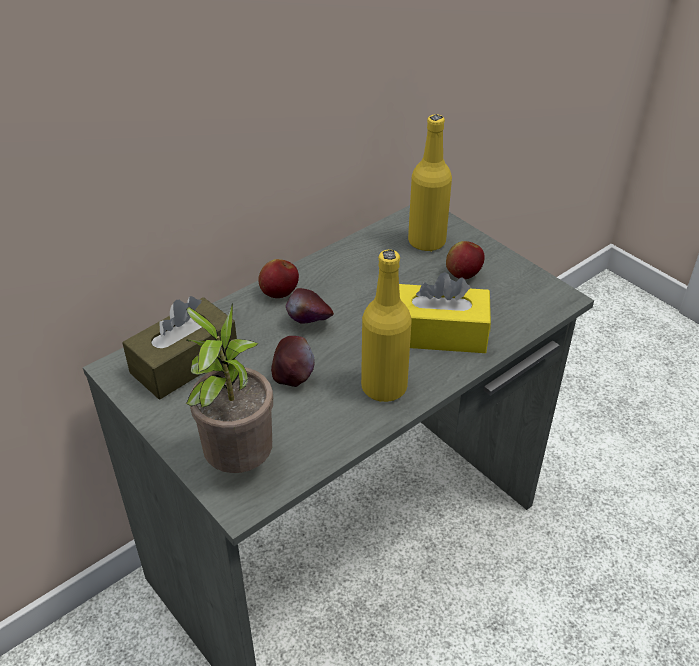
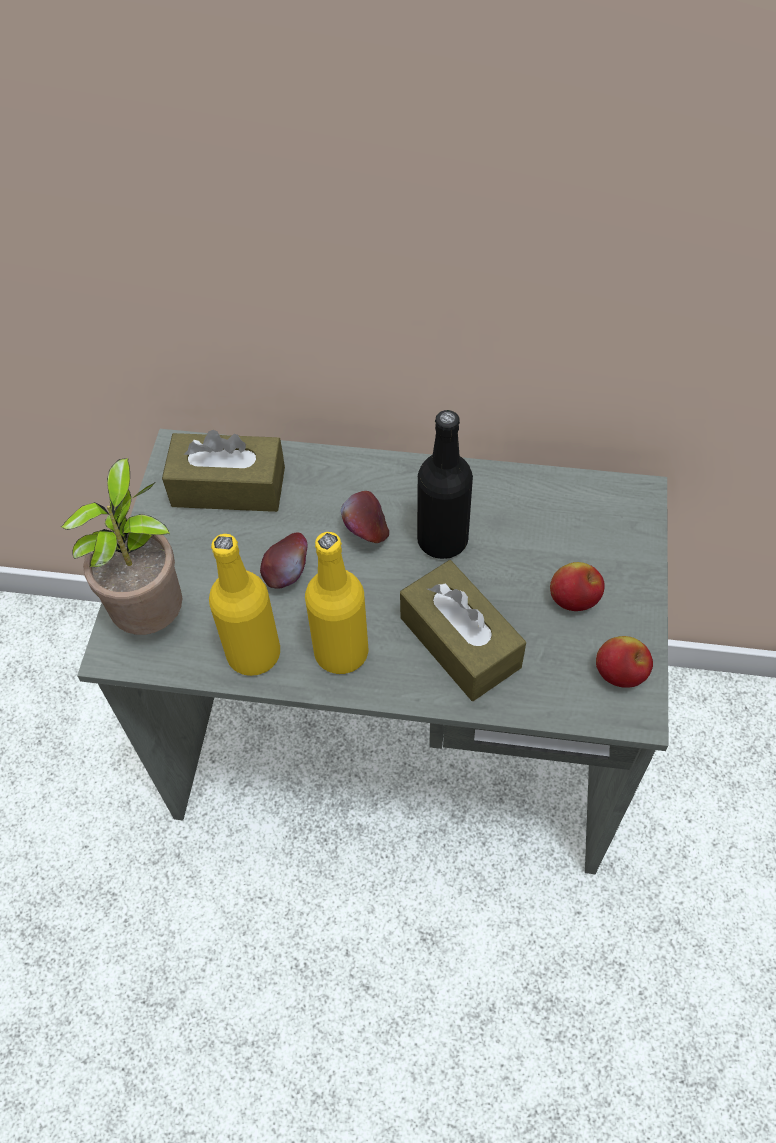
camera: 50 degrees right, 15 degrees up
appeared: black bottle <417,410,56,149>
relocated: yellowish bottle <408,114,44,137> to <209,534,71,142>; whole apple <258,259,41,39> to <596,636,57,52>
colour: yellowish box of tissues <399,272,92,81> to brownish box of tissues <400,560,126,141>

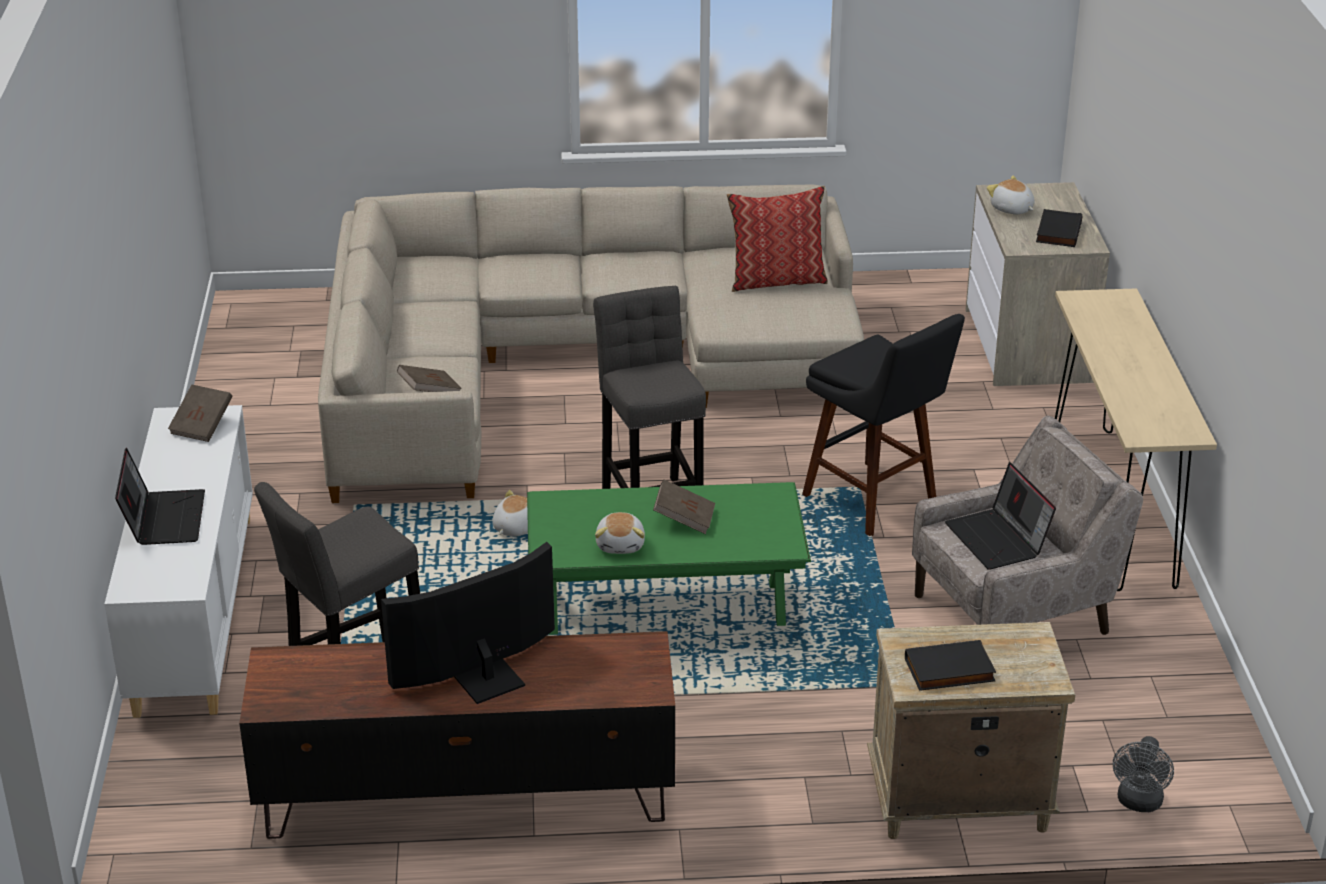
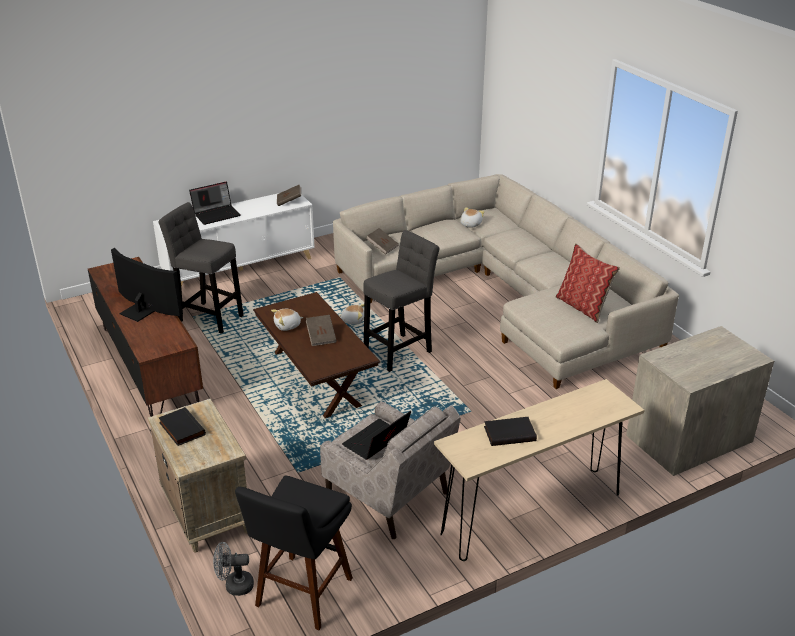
camera: 65 degrees right, 0 degrees up
relocated: black stool <802,314,163,222> to <235,475,118,155>; plush toy <987,175,48,39> to <460,207,24,21>; black volume <1036,209,46,38> to <484,417,53,29>
colour: greenish coffee table <527,482,284,153> to brownish coffee table <253,292,127,126>

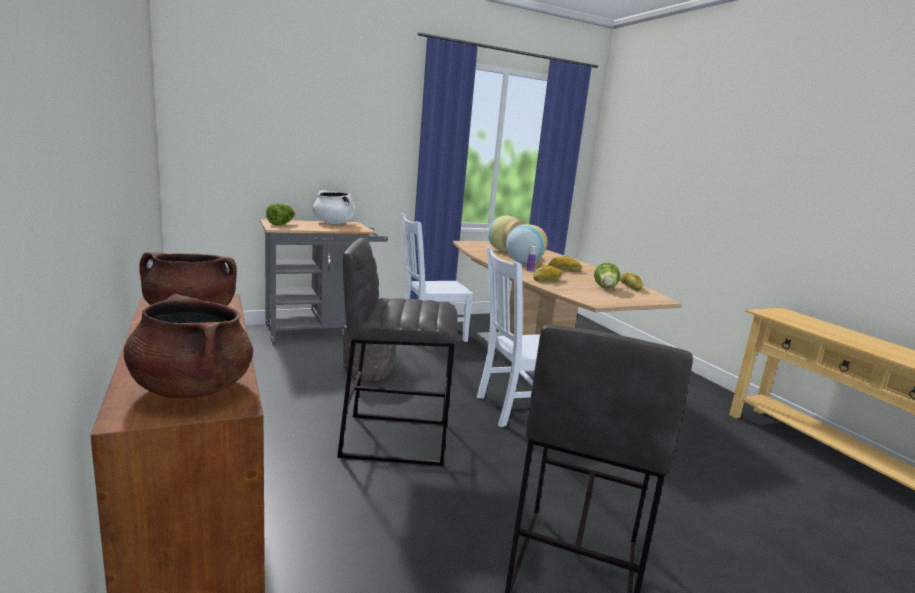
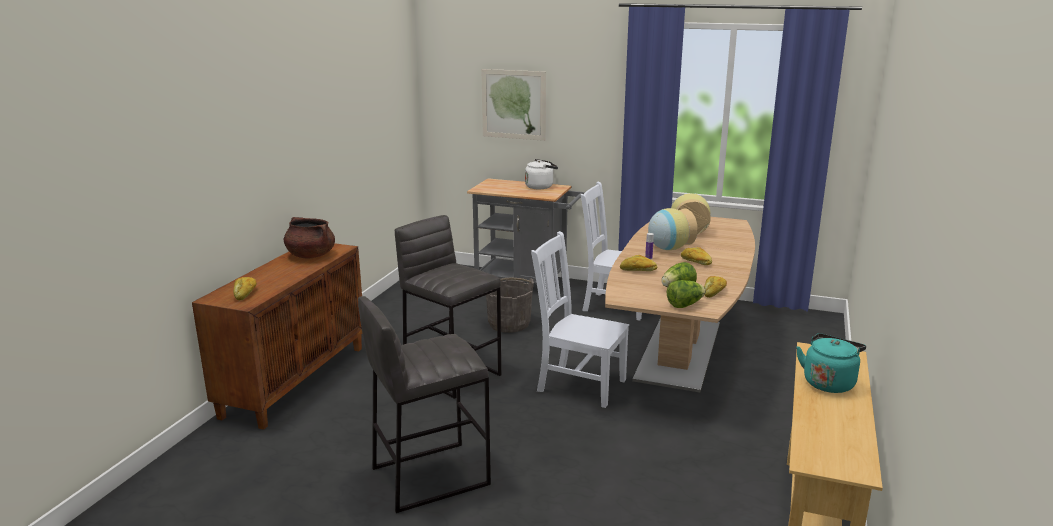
camera: 45 degrees right, 5 degrees up
appeared: wall picture <482,69,64,72>; turquoise water kettle <796,333,70,60>
relocated: head of lettuce <266,203,29,22> to <667,280,39,28>
exchanged: brownish saucepot <124,294,129,104> to baked bread <233,277,24,23>; whitish saucepot <313,190,43,34> to whitish water kettle <525,159,33,30>

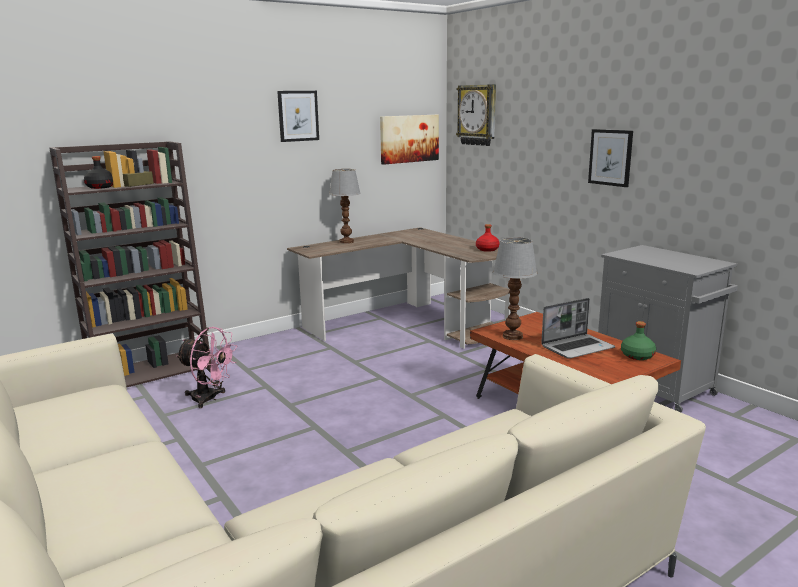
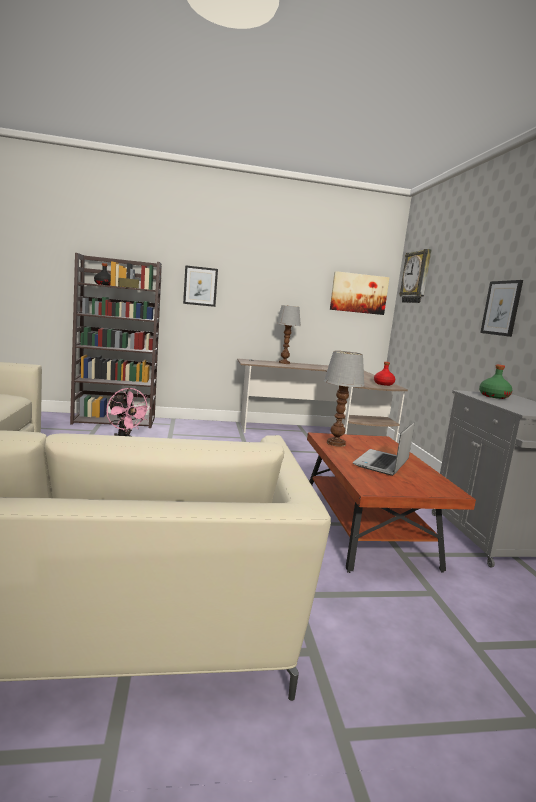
camera: 25 degrees right, 5 degrees down
relocated: wall picture <277,91,42,51> to <183,265,35,42>; greenish bottle <621,321,35,39> to <479,364,34,35>
spun: laptop <541,298,74,61> = <353,422,61,54> 120 degrees clockwise

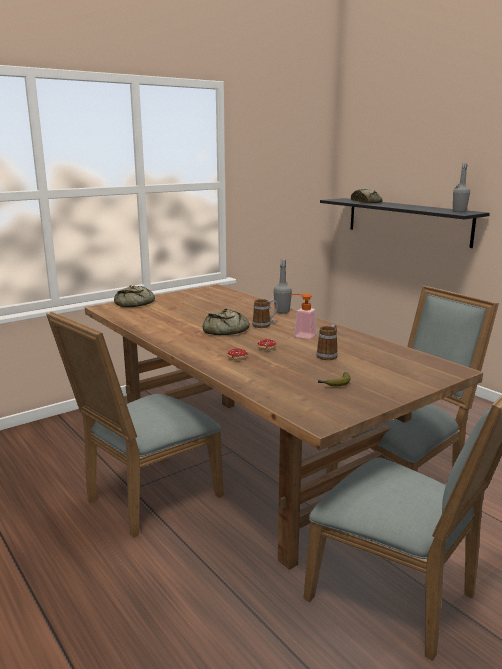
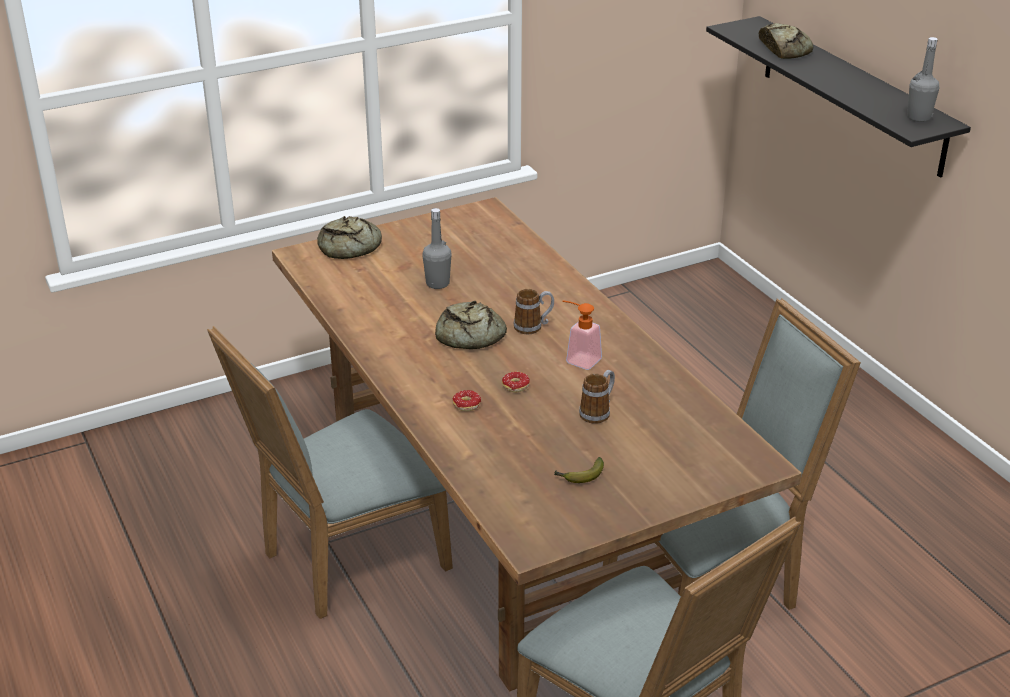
camera: 10 degrees right, 15 degrees up
relocated: grey bottle <274,259,18,55> to <422,208,30,81>

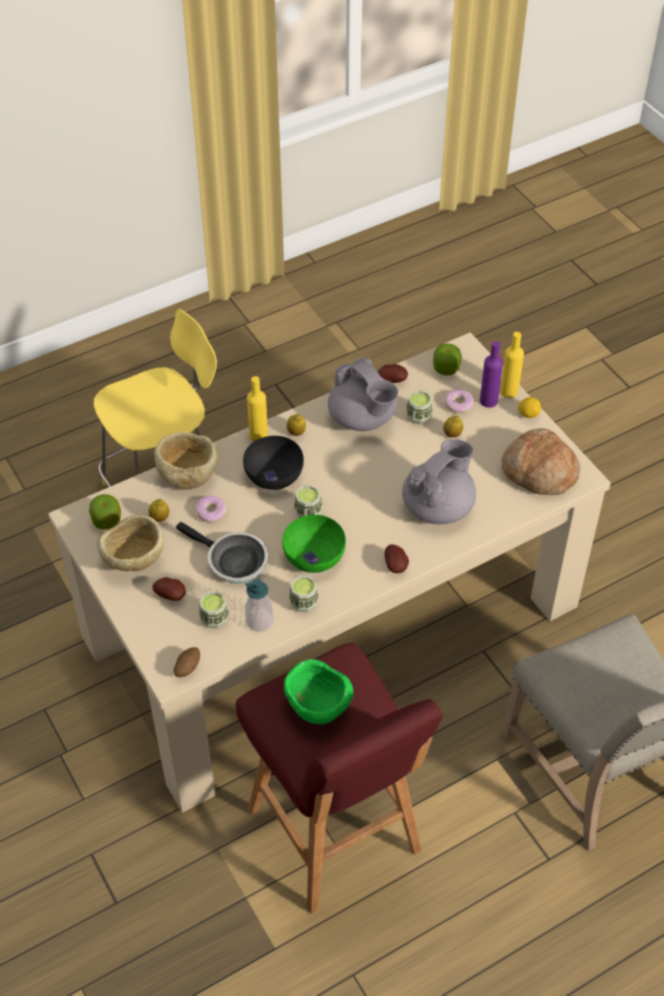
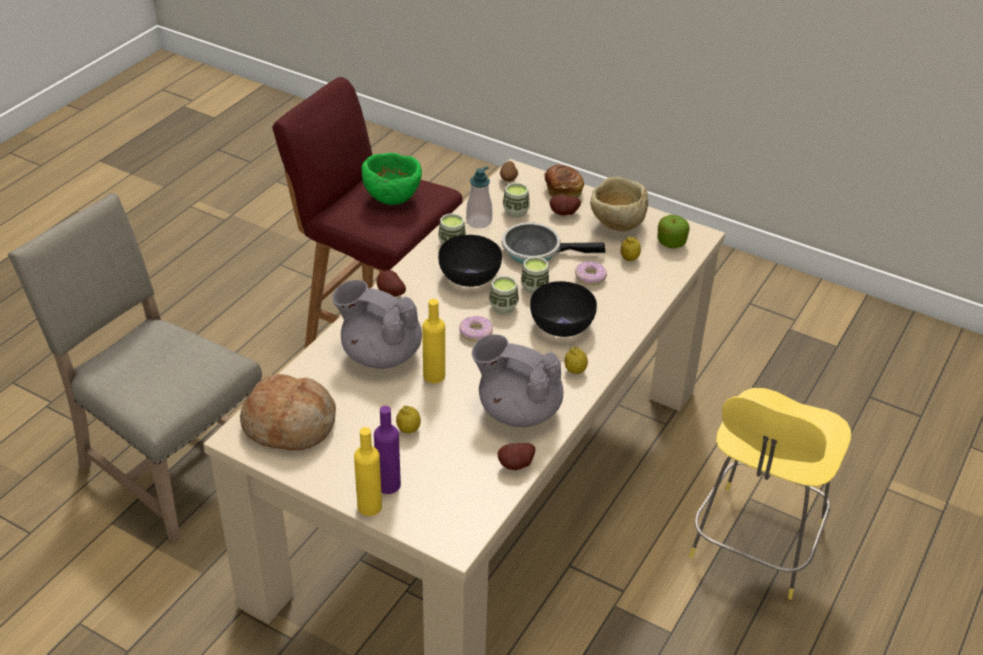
camera: 150 degrees right, 10 degrees down
missing: sand-coloured bowl <154,432,63,58>; whole apple <433,343,29,33>; lemon <518,397,23,21>
appeared: baked bread <545,164,39,34>
relocated: yellowish bottle <247,376,21,66> to <422,299,23,84>; doughnut <444,389,30,24> to <459,316,34,26>; small cup <406,390,26,34> to <521,257,28,37>
colour: greenish bowl <282,515,64,58> to black bowl <438,235,64,52>
spun: grey pot for tea <402,439,74,85> = <332,280,90,89> 105 degrees clockwise

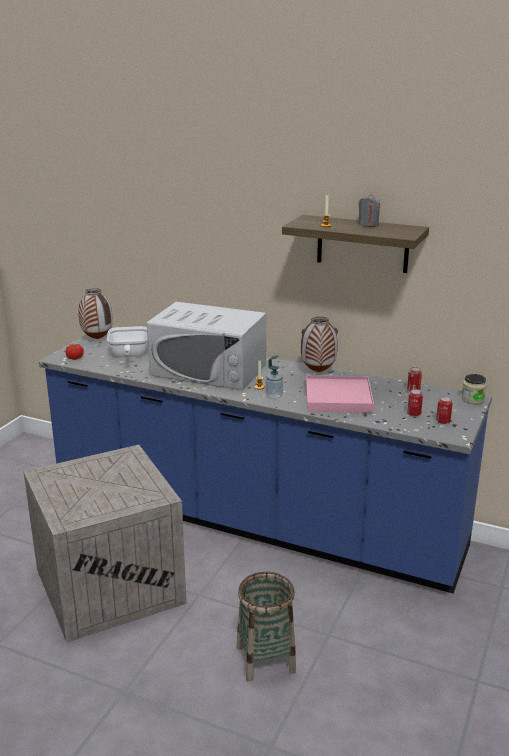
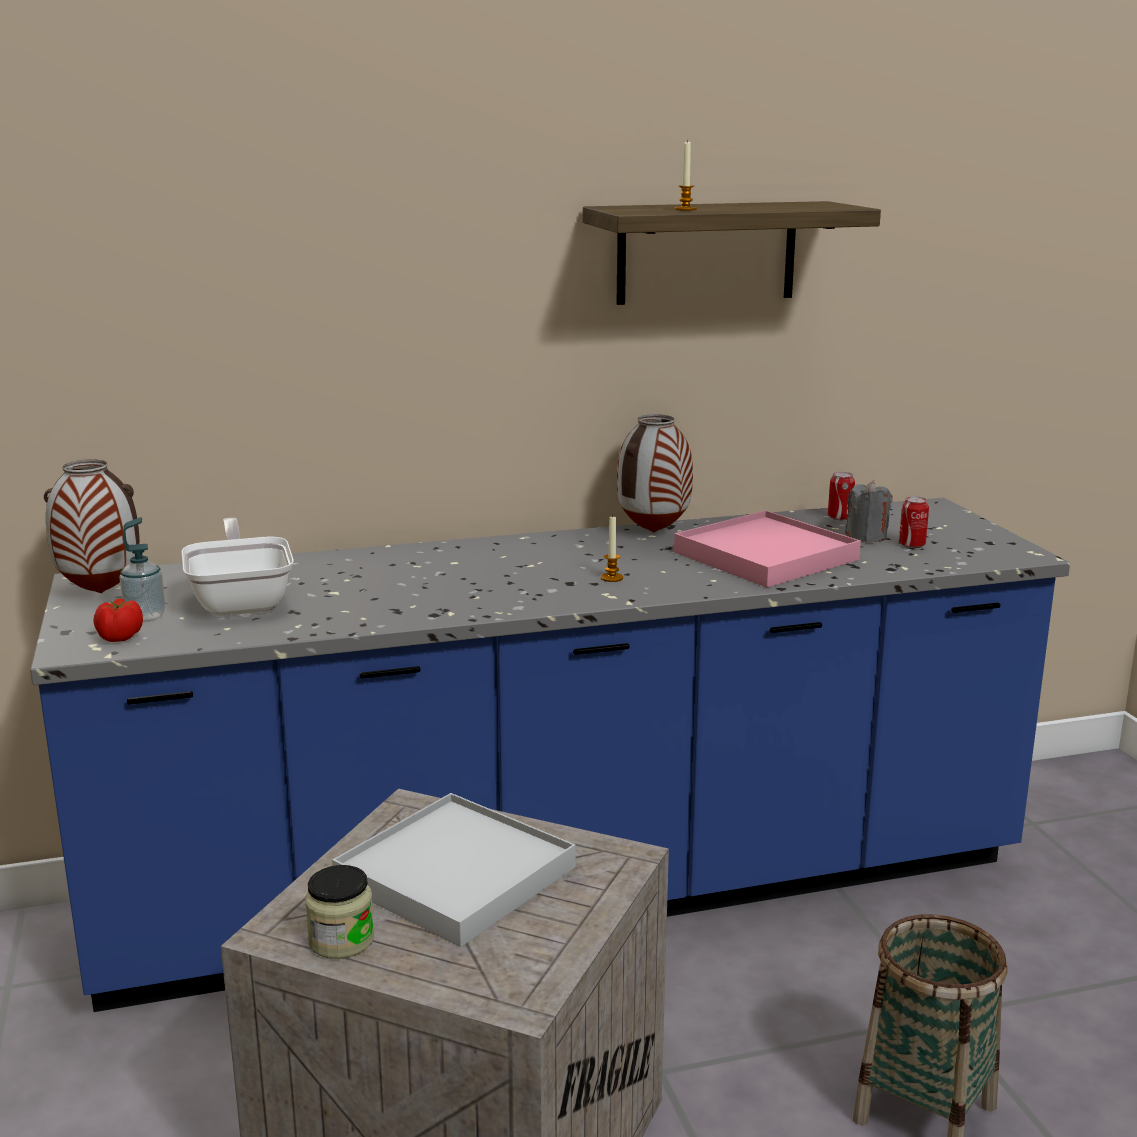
camera: 40 degrees left, 5 degrees down
missing: whitish microwave <147,302,119,88>; sealed can <436,396,16,28>
appeared: whitish serving tray <332,793,243,154>
relocated: soap dispenser <266,356,17,43> to <119,517,47,105>; jar <461,374,26,30> to <305,865,69,94>; grey candle <358,194,23,33> to <845,480,48,62>
spun: skillet <107,326,41,31> = <181,518,113,98> 150 degrees counterclockwise

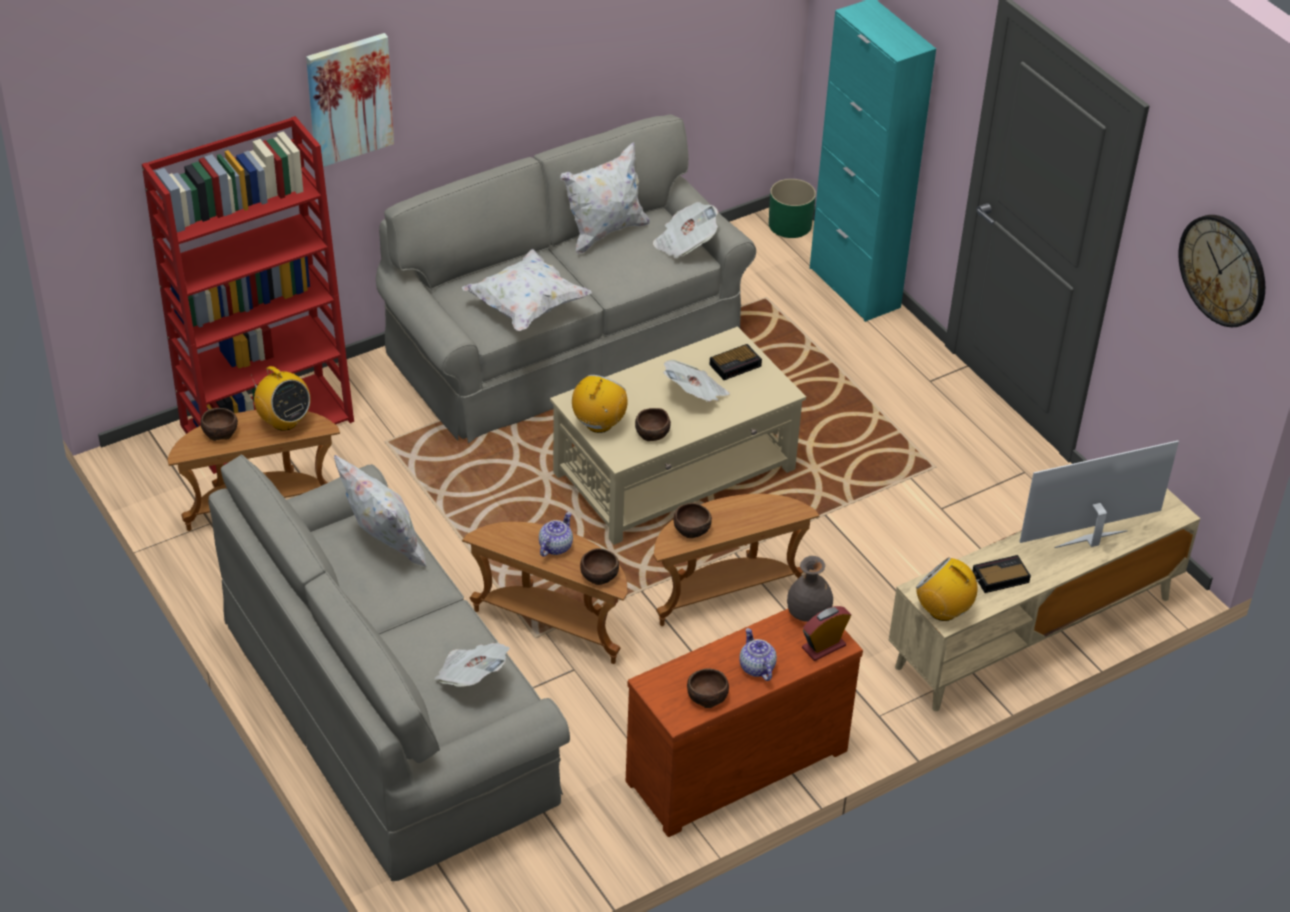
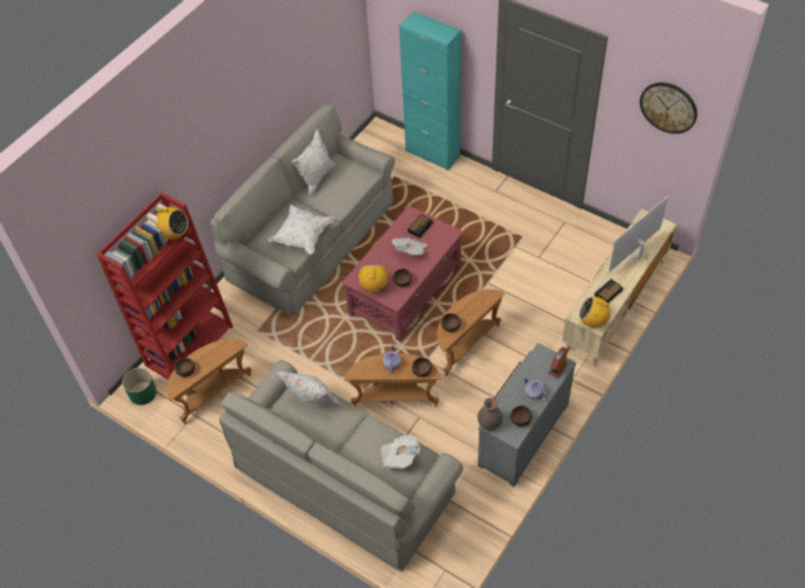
camera: 20 degrees left, 10 degrees up
missing: wall picture <306,33,88,134>; newspaper <653,202,66,57>
relocated: greenish plant pot <769,179,47,59> to <122,368,35,37>; radio receiver <250,366,61,65> to <155,207,33,33>; grey decorative vase <787,556,46,66> to <478,398,25,33>
colour: sand-coloured coffee table <550,326,256,219> to red coffee table <342,205,121,137>; brownish chest of drawers <626,609,237,228> to grey chest of drawers <478,343,98,144>

